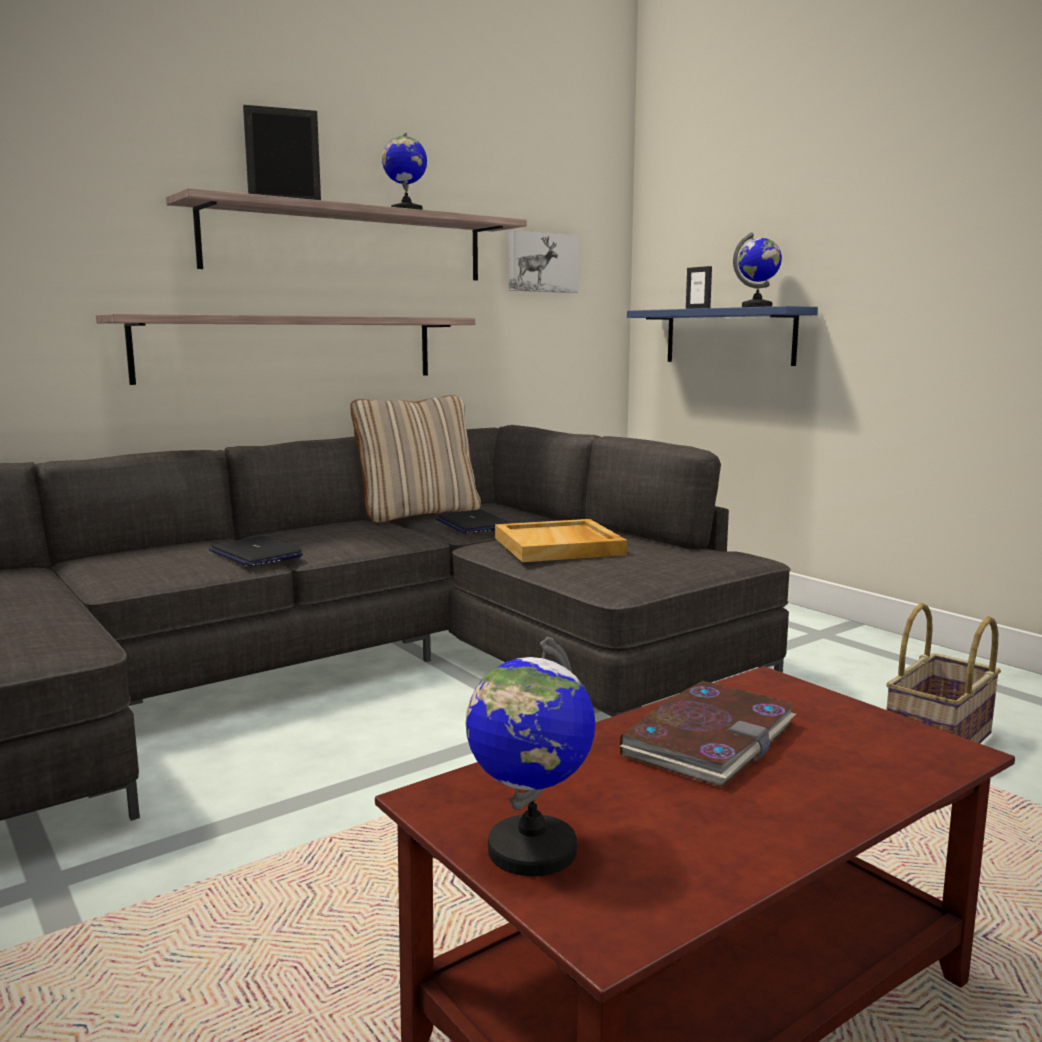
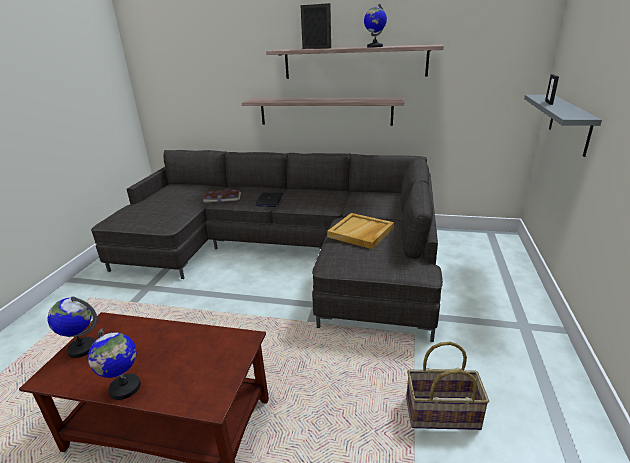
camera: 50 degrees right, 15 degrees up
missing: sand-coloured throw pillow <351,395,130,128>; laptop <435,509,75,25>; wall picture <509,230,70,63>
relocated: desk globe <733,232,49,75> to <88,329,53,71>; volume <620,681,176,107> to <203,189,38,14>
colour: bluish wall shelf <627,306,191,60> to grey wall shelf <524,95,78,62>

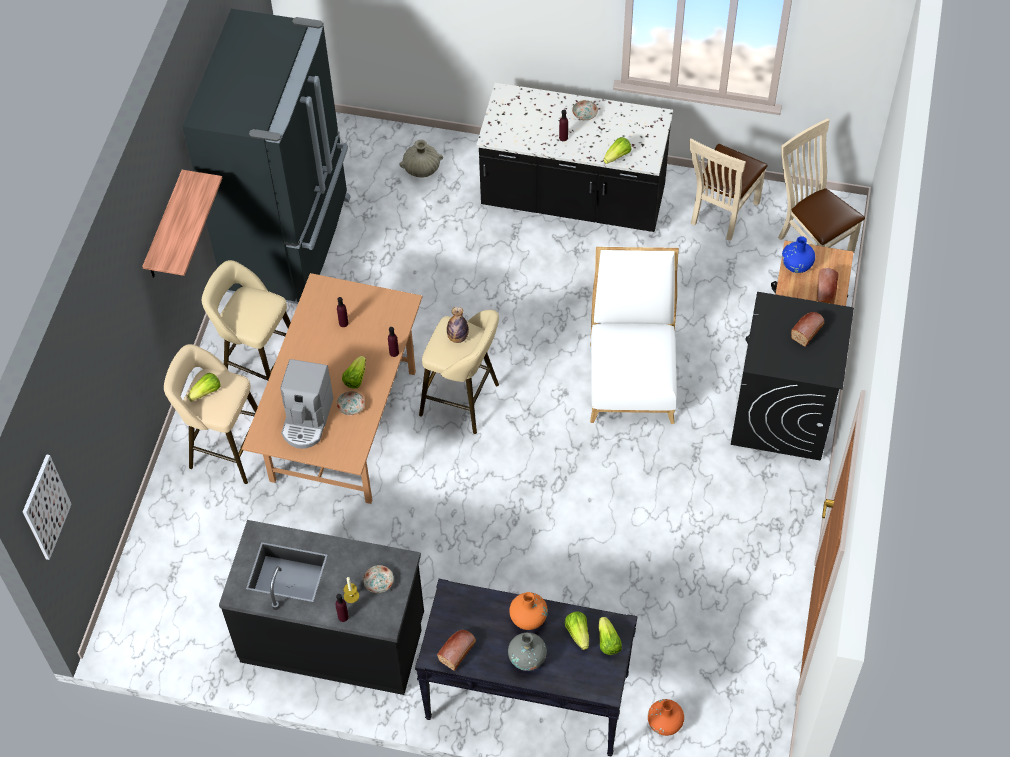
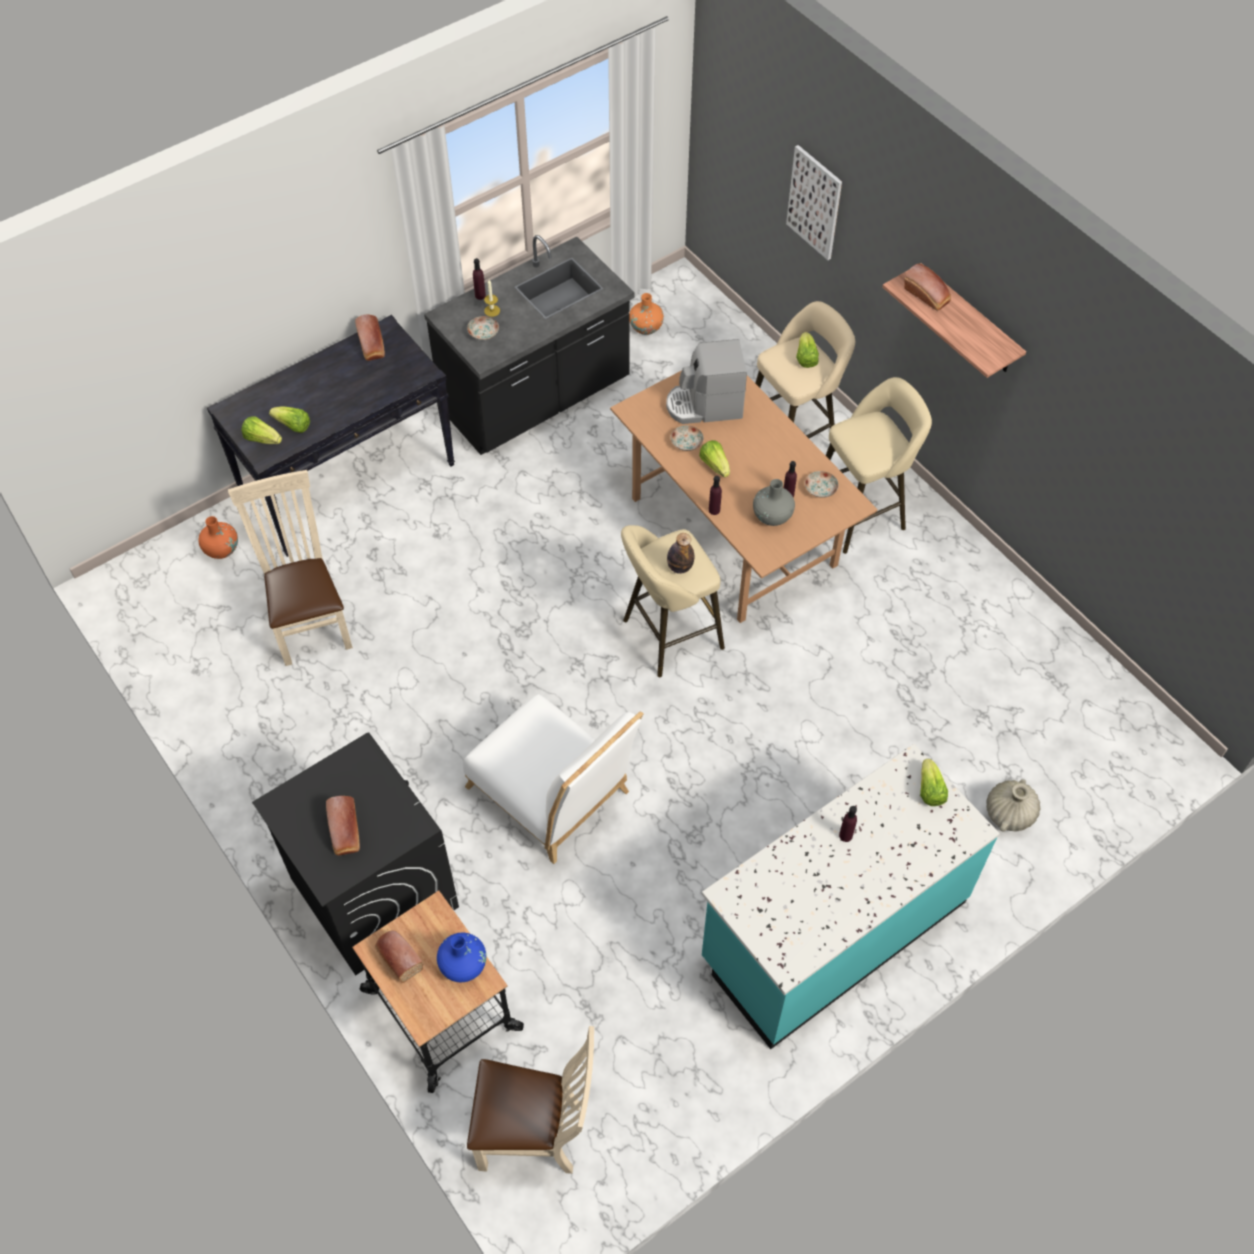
camera: 130 degrees right, 0 degrees up
missing: black refrigerator <182,9,168,295>
appeared: baked bread <904,264,47,47>
relocated: sand-coloured upright chair <689,139,79,102> to <228,470,125,196>; orange decorative vase <509,592,39,38> to <629,293,35,42>; grey decorative vase <508,632,39,39> to <753,479,42,47>; wall picture <23,454,49,106> to <786,145,56,115>; dinner plate <572,100,26,20> to <805,471,34,27>; head of lettuce <603,137,29,27> to <920,759,28,47>
colour: black kitchen base unit <476,83,197,149> to turquoise kitchen base unit <702,744,298,305>
spun: coffee brewer <280,359,53,90> = <666,339,81,85> 60 degrees counterclockwise

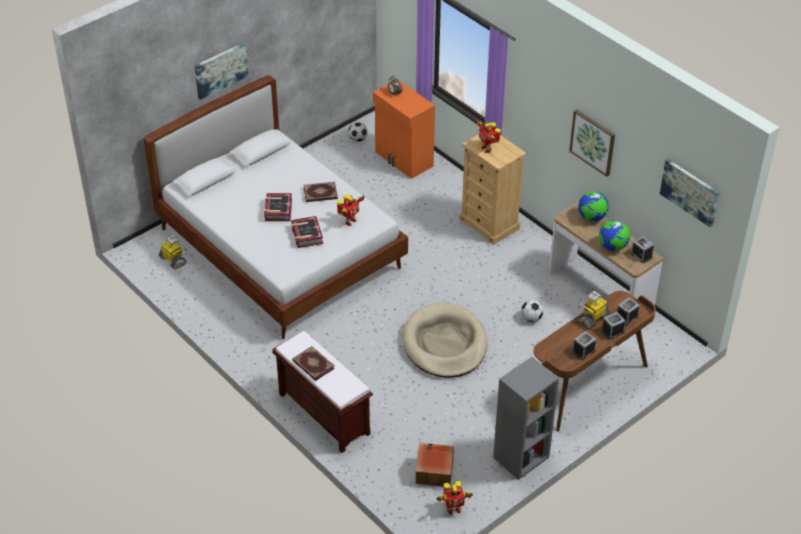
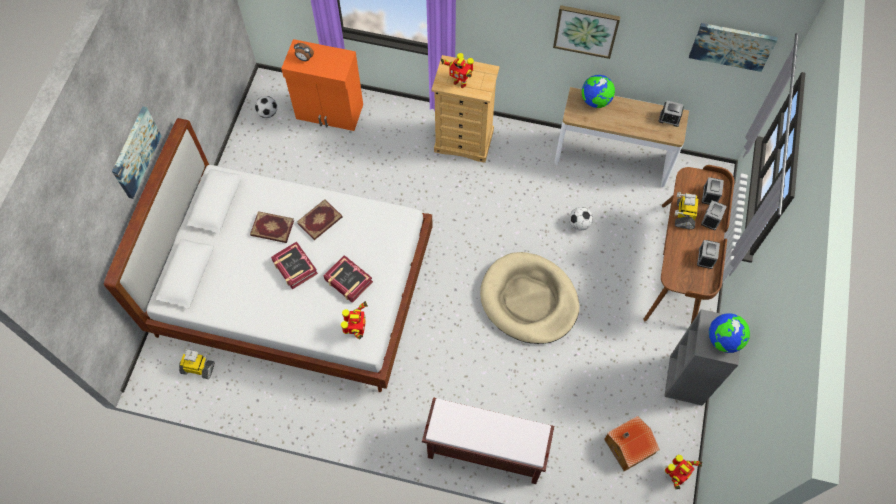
camera: 35 degrees left, 20 degrees up
relocated: volume <292,346,43,35> to <250,211,44,32>; model robot <337,194,28,32> to <341,301,27,39>; desk globe <599,220,31,31> to <709,313,41,40>

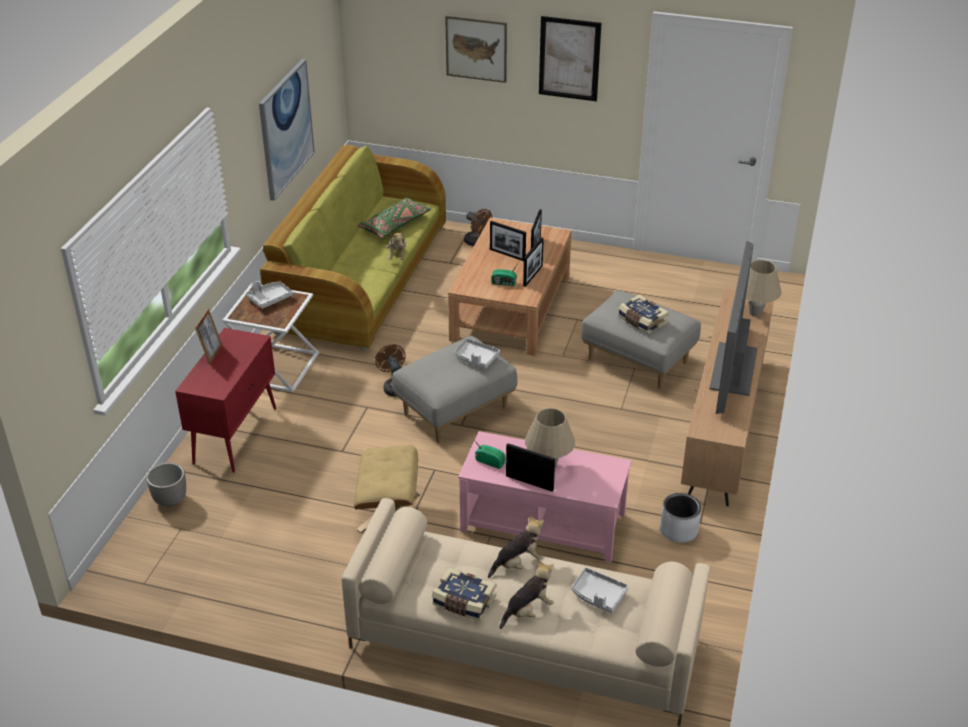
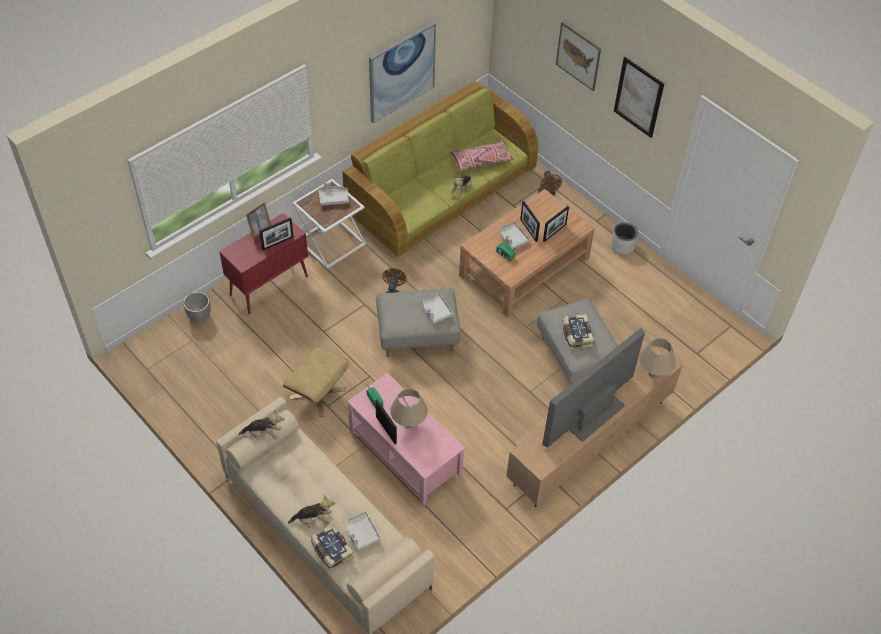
camera: 30 degrees right, 15 degrees up
appeared: grey serving tray <500,221,30,28>
relocated: plush toy <488,515,56,63> to <239,410,46,30>; standing frame <523,237,21,50> to <259,217,35,33>; volume <432,567,64,54> to <310,523,44,48>; grey plant pot <660,493,41,50> to <611,222,27,32>
colour: greenish throw pillow <357,198,74,40> to pink-coloured throw pillow <450,141,64,31>

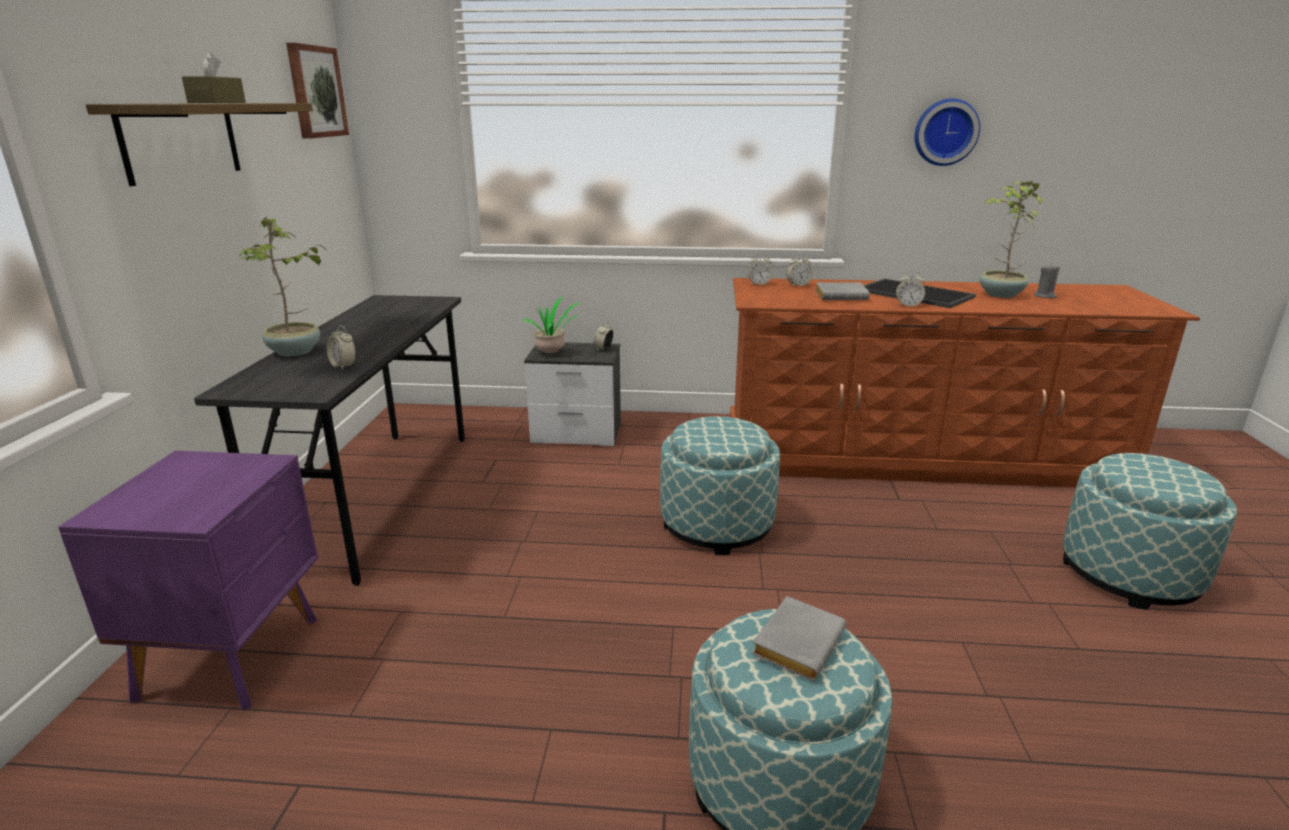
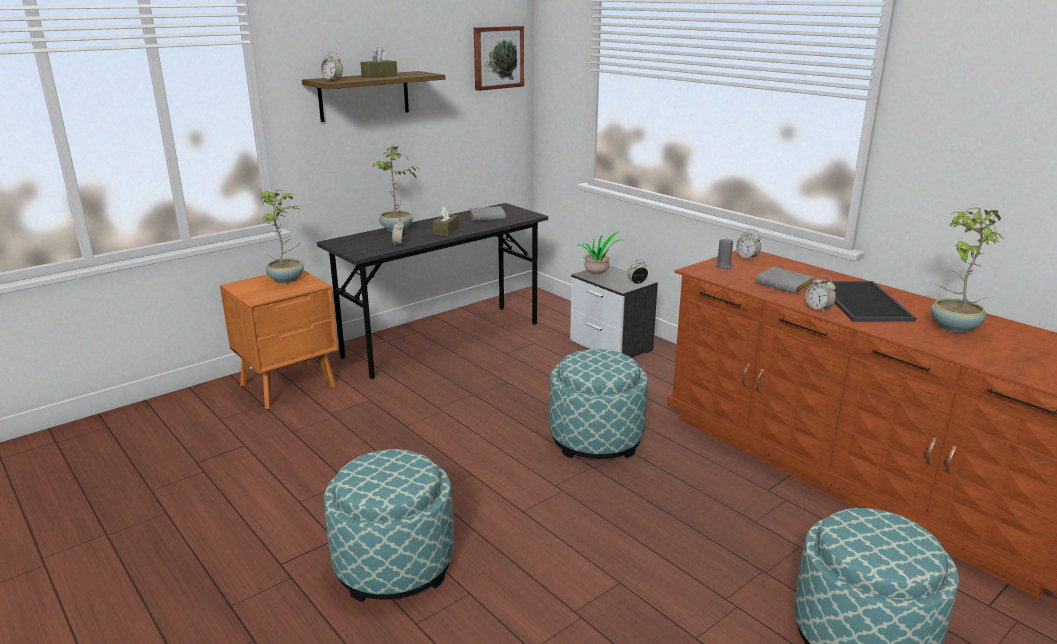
camera: 45 degrees right, 0 degrees up
missing: hanging clock <915,98,65,68>
appeared: plant in a pot <261,190,43,93>; brownish box of tissues <432,206,27,30>
relocated: table clock <786,254,27,32> to <321,51,22,29>; grey volume <751,596,95,85> to <469,206,37,15>; grey candle <1034,264,26,35> to <716,239,17,30>
colour: purplish night table <58,451,260,260> to orange night table <220,270,119,139>

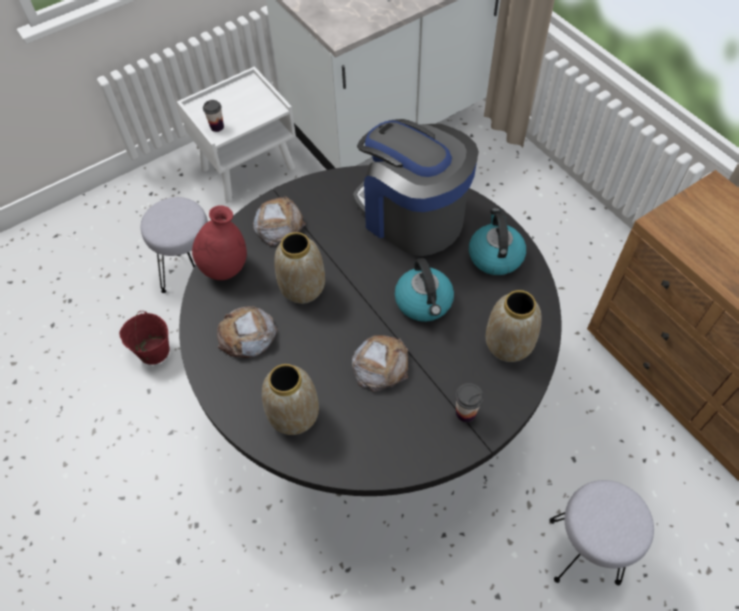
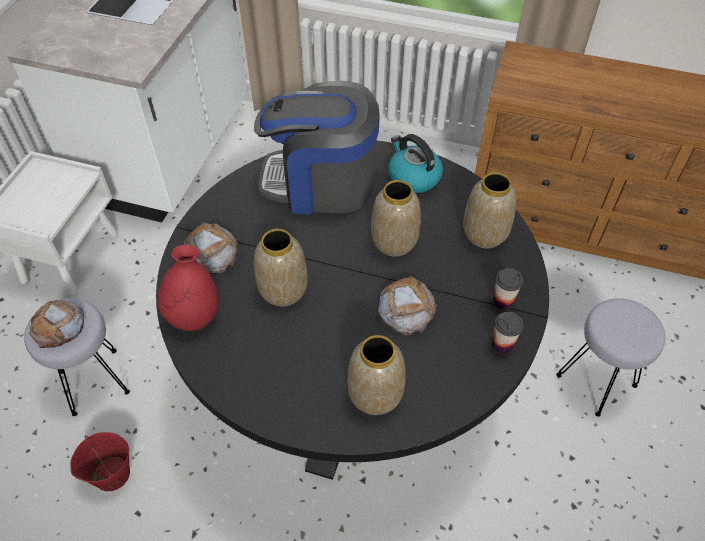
camera: 40 degrees left, 5 degrees down
relocated: baked bread <217,306,61,52> to <29,300,55,48>; small cup <203,100,21,32> to <492,312,32,42>
exchanged: water kettle <395,258,59,64> to decorative vase <371,180,50,77>

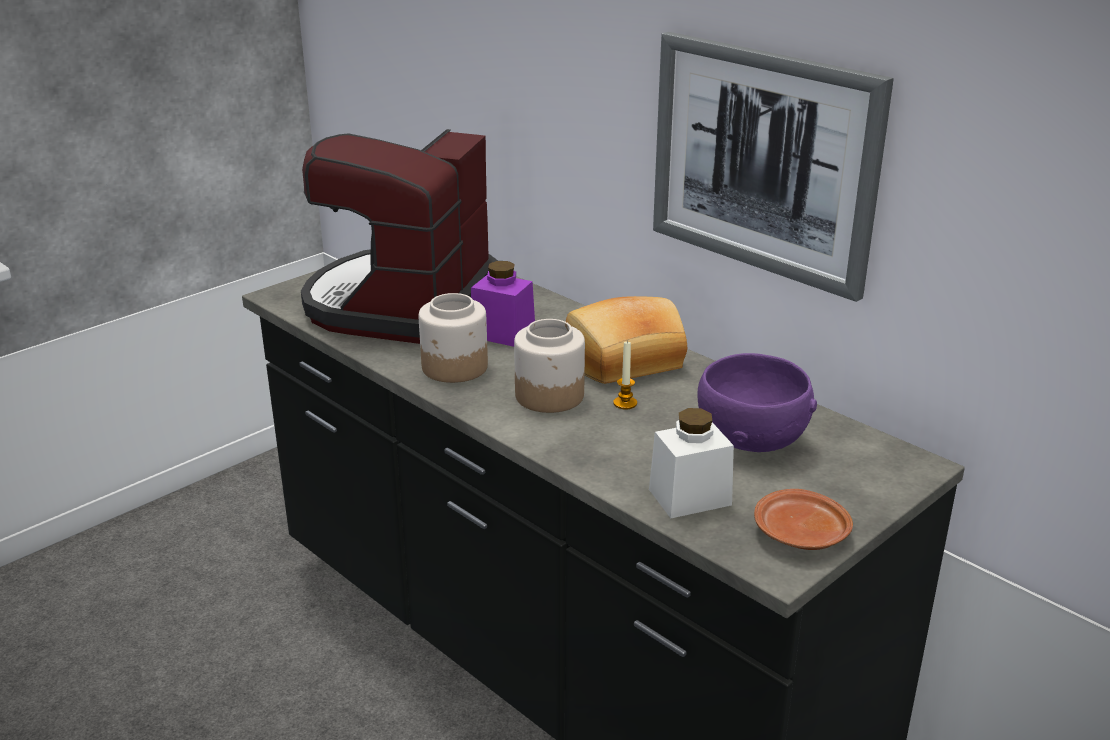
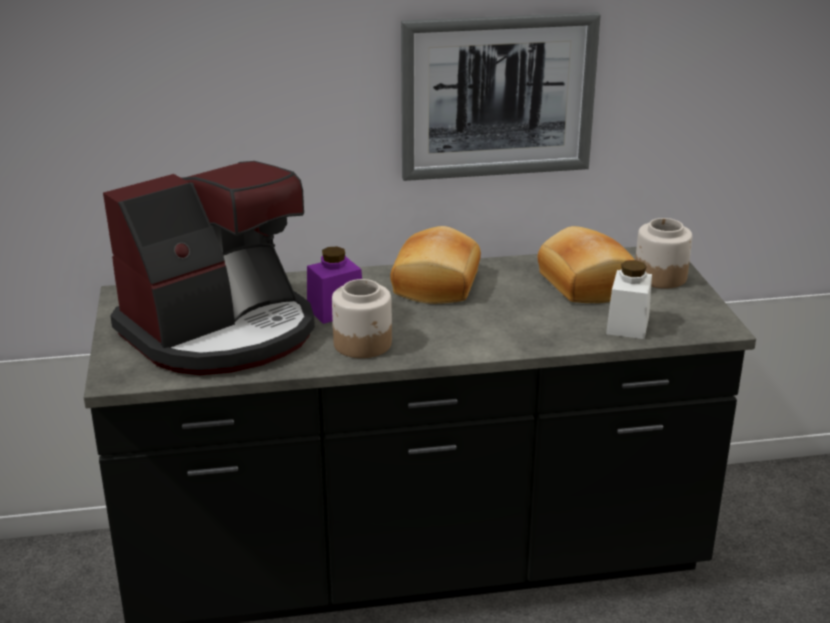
camera: 55 degrees left, 0 degrees up
missing: candle <613,340,24,69>; brownish dinner plate <754,489,99,61>
relocated: jar <514,319,71,94> to <635,218,57,71>
exchanged: purplish bowl <697,353,120,99> to baked bread <538,226,97,77>
spun: coffee brewer <301,129,196,215> = <103,161,212,214> 90 degrees counterclockwise

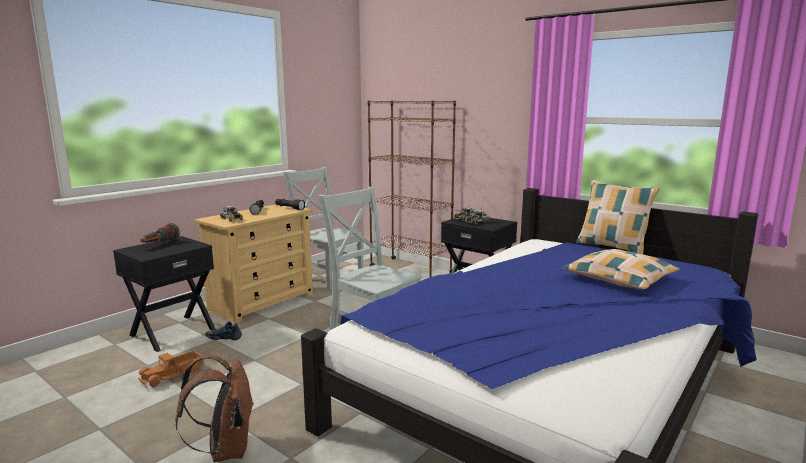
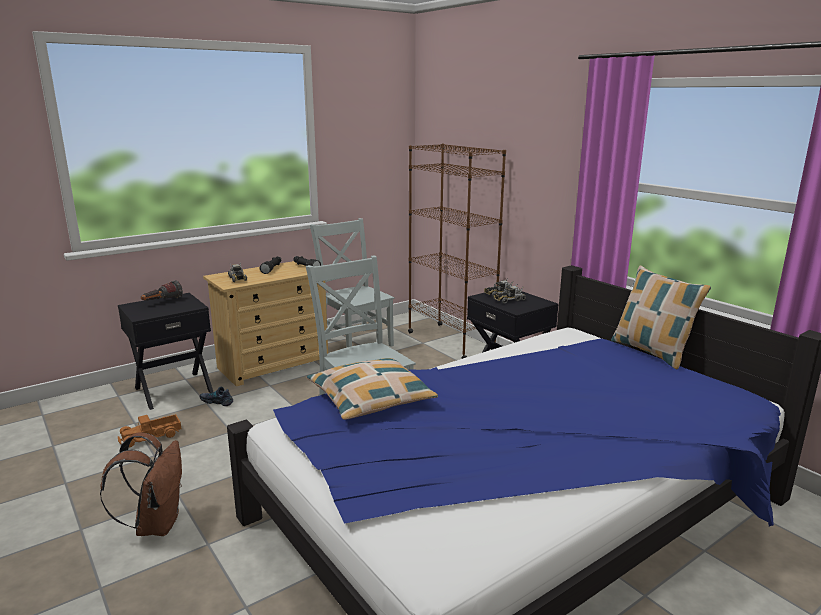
camera: 15 degrees right, 5 degrees up
relocated: throw pillow <562,249,118,40> to <307,358,131,62>

